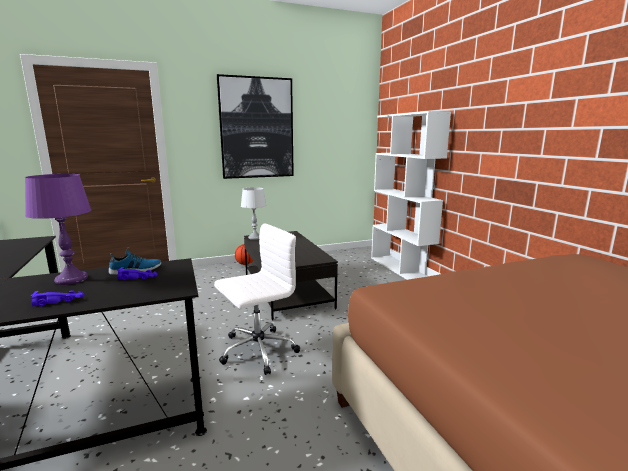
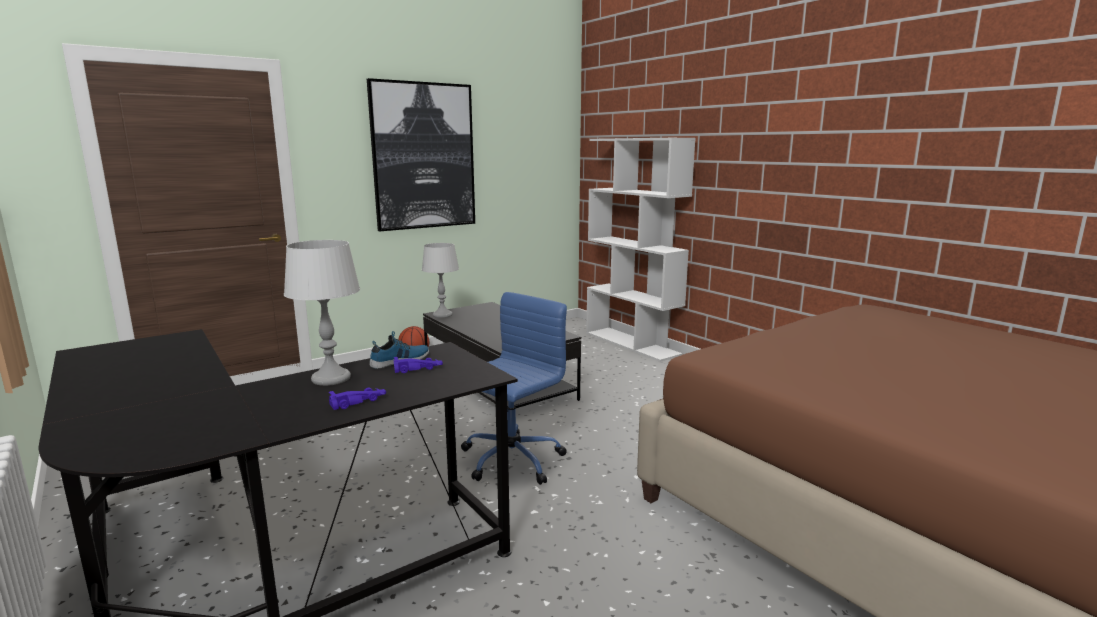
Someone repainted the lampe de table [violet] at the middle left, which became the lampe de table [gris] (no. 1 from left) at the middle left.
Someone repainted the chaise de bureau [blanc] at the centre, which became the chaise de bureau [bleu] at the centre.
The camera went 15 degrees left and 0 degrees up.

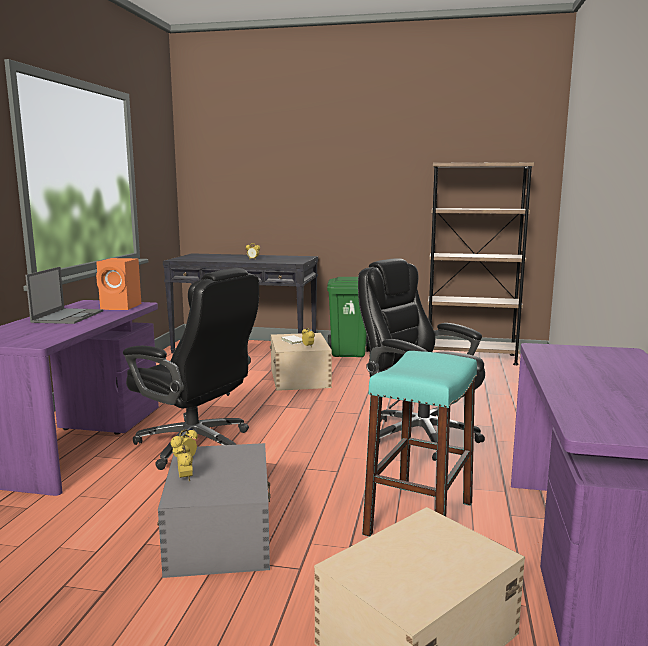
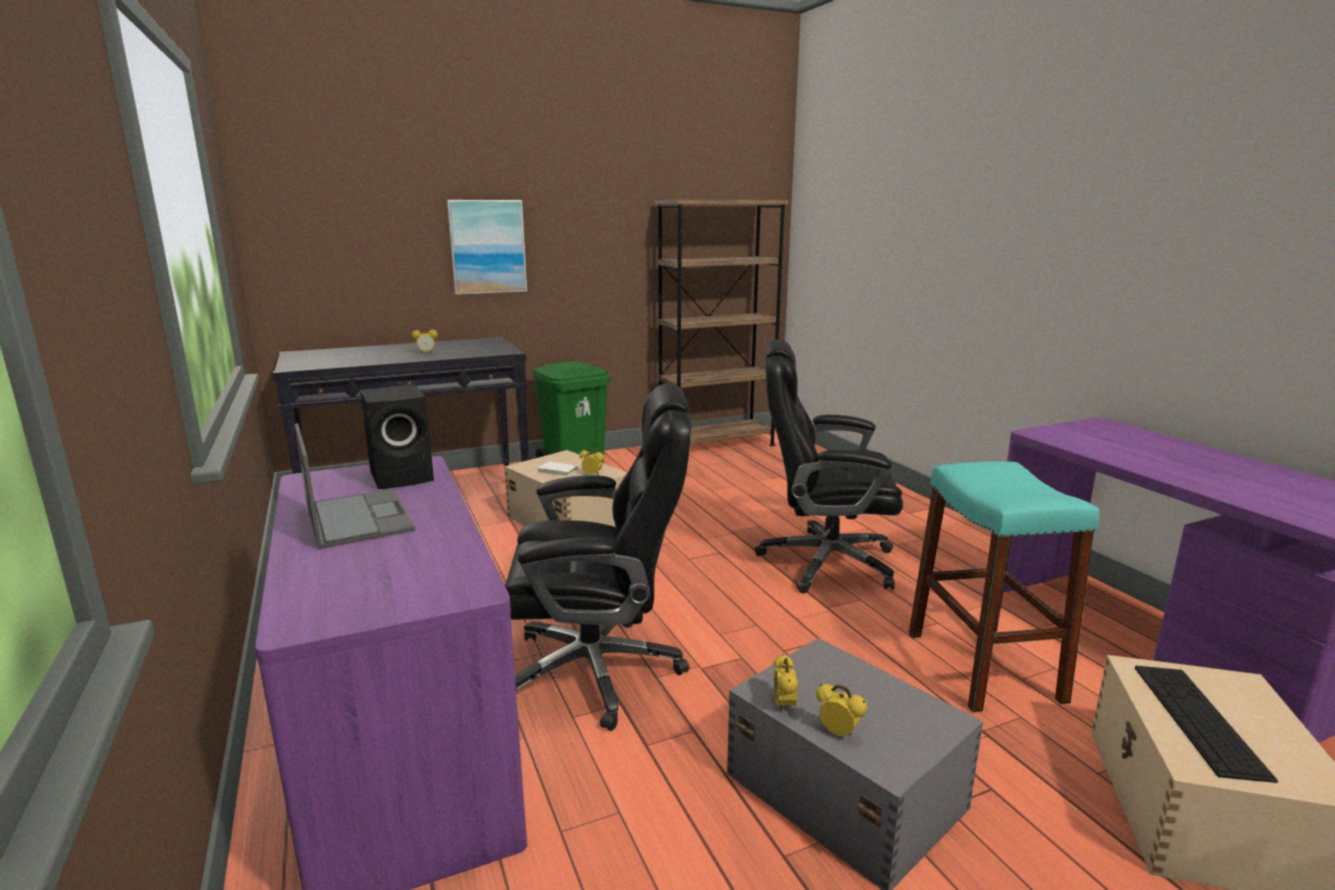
Someone put up the tableau at the top centre.
Someone put down the clavier at the bottom right.
Someone repainted the enceinte [orange] at the middle left, which became the enceinte [noir] at the middle left.
The camera went 35 degrees left and 5 degrees up.

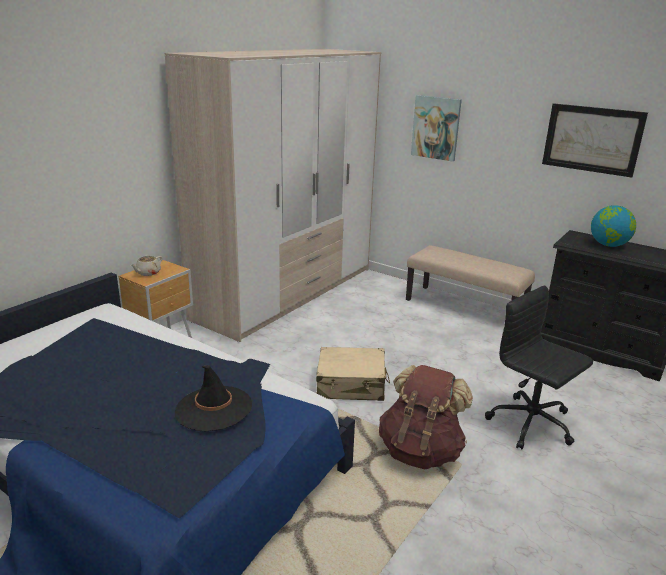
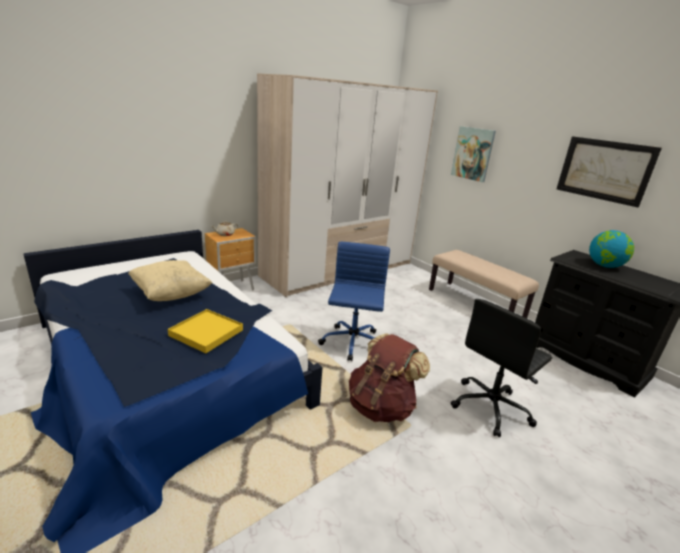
Someone put down the coussin [beige] at the middle left.
Someone swapped the chapeau [noir] at the bottom left for the plateau [jaune] at the middle left.
Someone swapped the valise [beige] at the centre for the chaise de bureau [bleu] at the centre.
Someone rotated the chaise de bureau [noir] at the middle right by 105 degrees counterclockwise.
The camera went 15 degrees right and 0 degrees up.

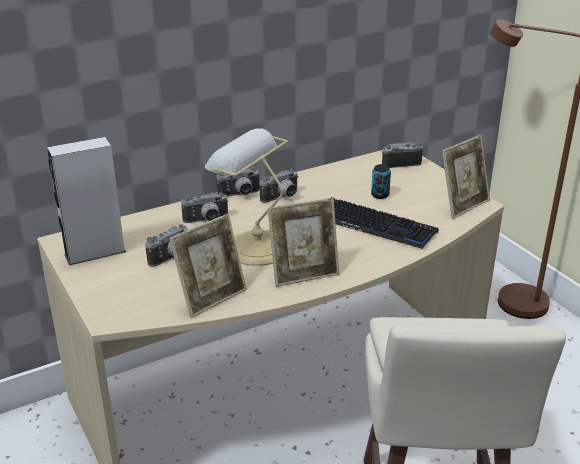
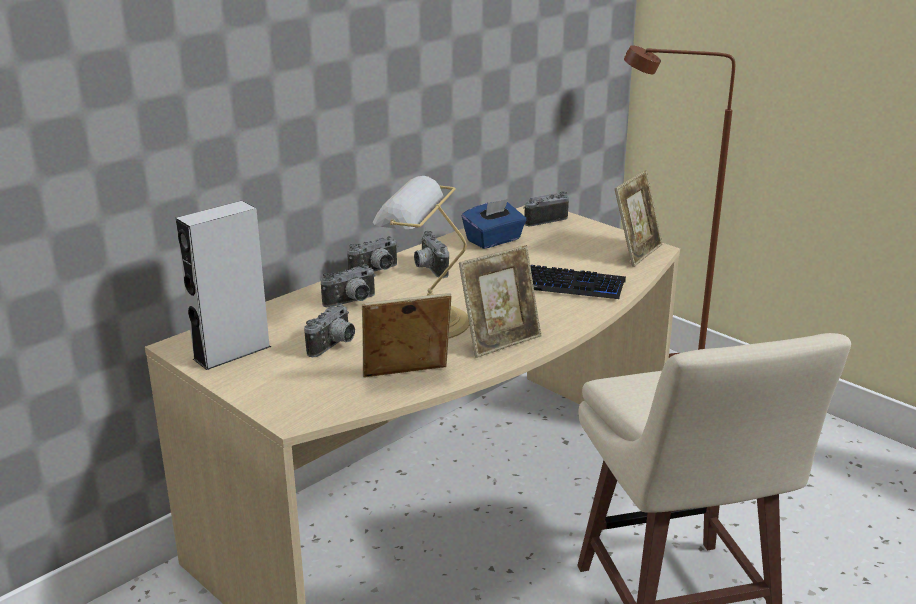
Someone took away the boîte métallique at the centre.
Someone put down the boîte à mouchoirs [bleu] at the centre.
Someone rotated the cadre photo (no. 1 from left) at the centre by 135 degrees counterclockwise.
Someone rotated the appareil photo (no. 4 from left) at the centre by 120 degrees clockwise.
The camera went 15 degrees left and 5 degrees down.

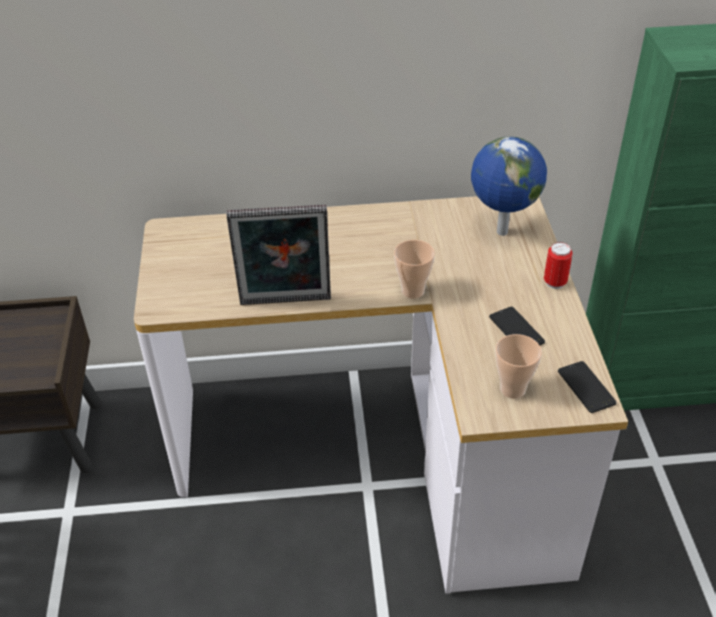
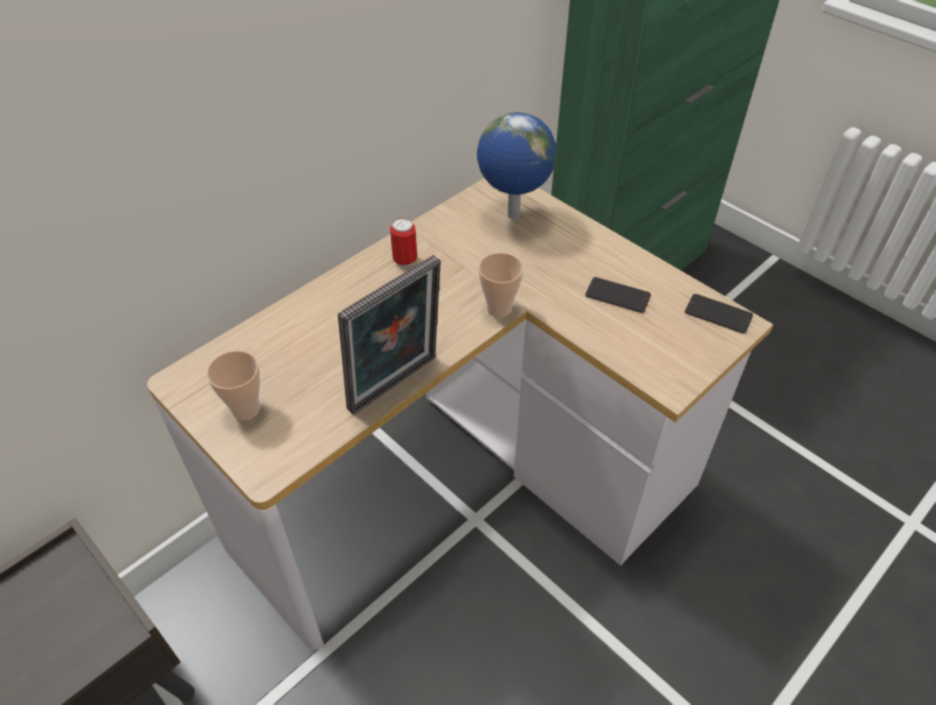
Someone carried the tasse (no. 2 from left in the first image) from the middle right to the middle left.
Someone carried the boîte métallique from the middle right to the centre.
The camera went 40 degrees left and 5 degrees up.

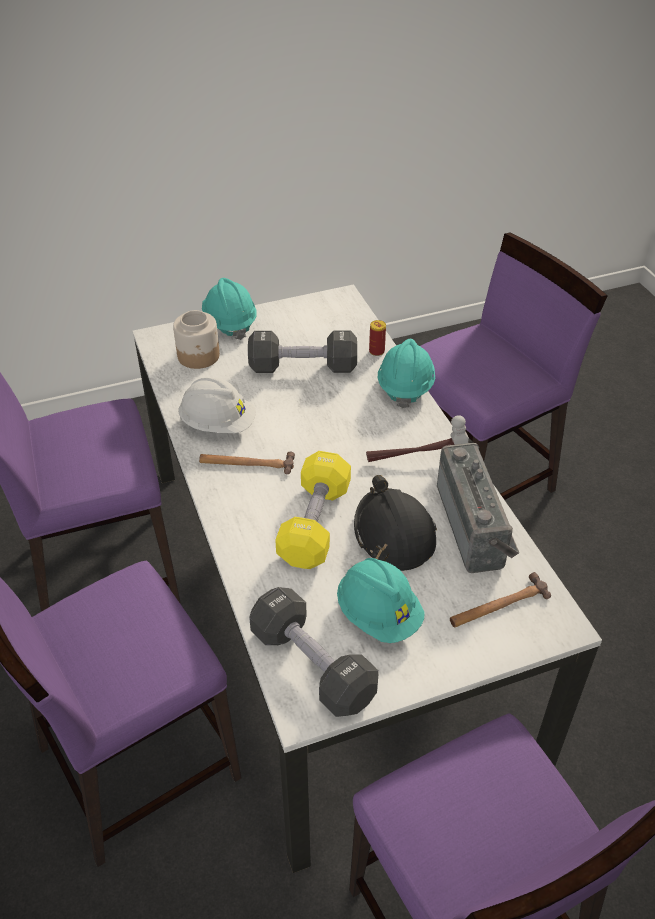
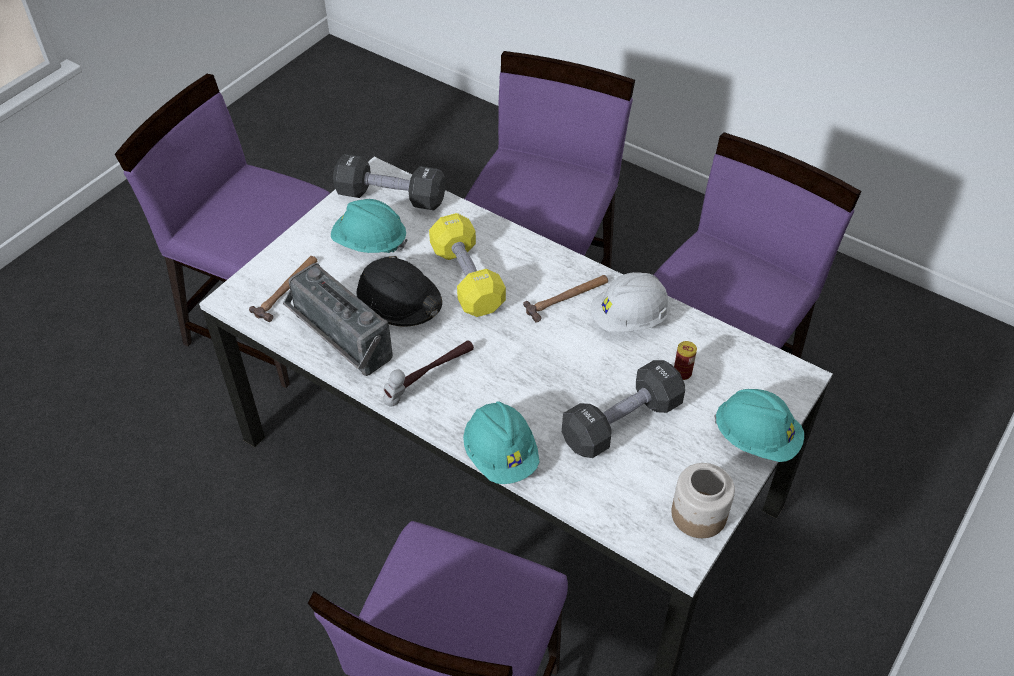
Someone carried the bocal from the middle left to the bottom right.
Someone carried the boîte métallique from the centre to the middle right.
The camera went 145 degrees right and 5 degrees up.

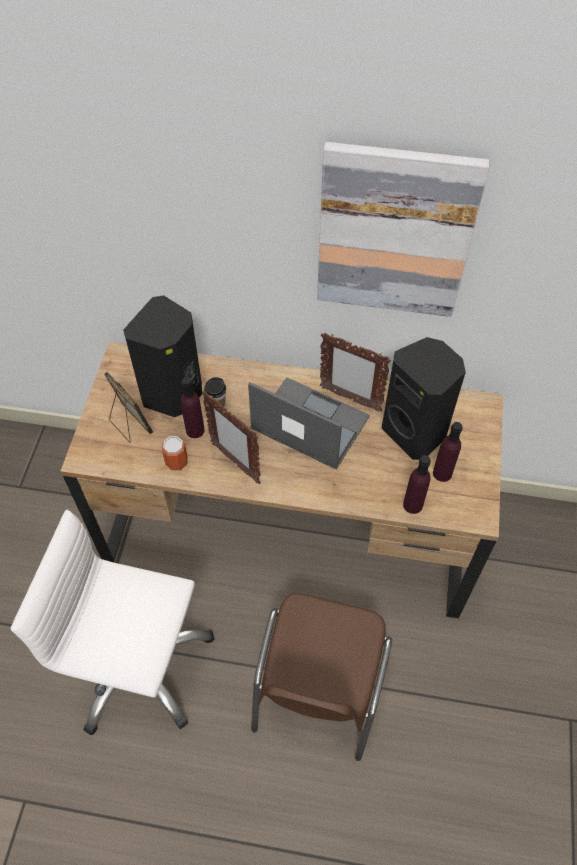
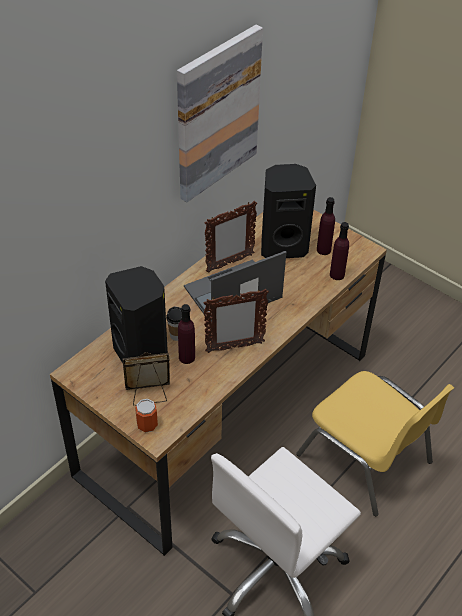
Someone carried the boîte métallique from the middle left to the bottom left.
Someone repainted the chaise [marron] at the bottom centre, which became the chaise [jaune] at the bottom right.
The camera went 60 degrees left and 10 degrees down.

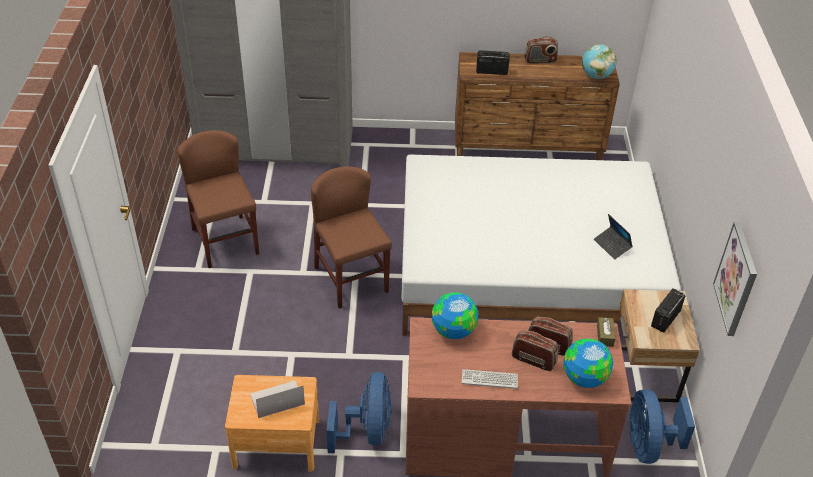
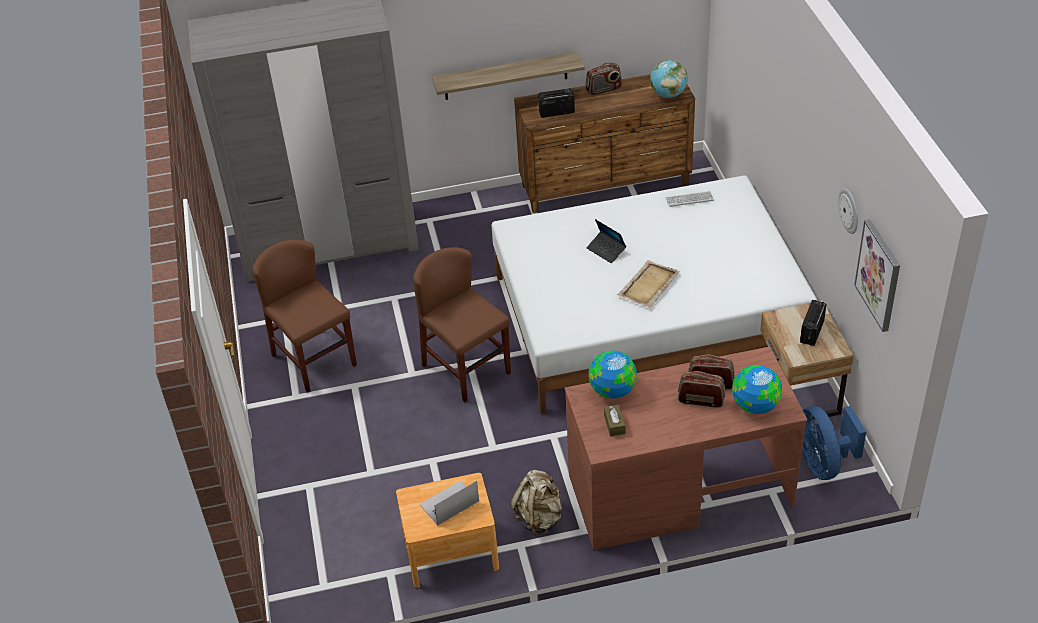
Someone put up the étagère at the top centre.
Someone put down the plateau [beige] at the centre.
Someone put up the horloge murale at the middle right.
Someone carried the clavier from the bottom centre to the top centre.
Someone carried the ordinateur portable (no. 2 from left) from the middle right to the centre.
Someone carried the boîte à mouchoirs [marron] from the bottom right to the bottom centre.
Someone swapped the ventilateur [bleu] (no. 1 from left) at the bottom centre for the sac à dos [beige] at the bottom centre.
The camera went 10 degrees left and 0 degrees up.

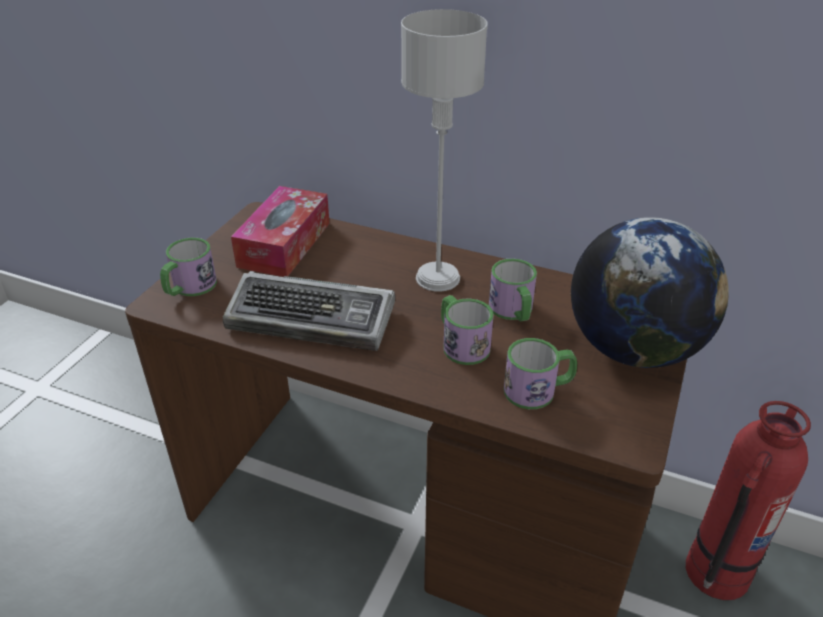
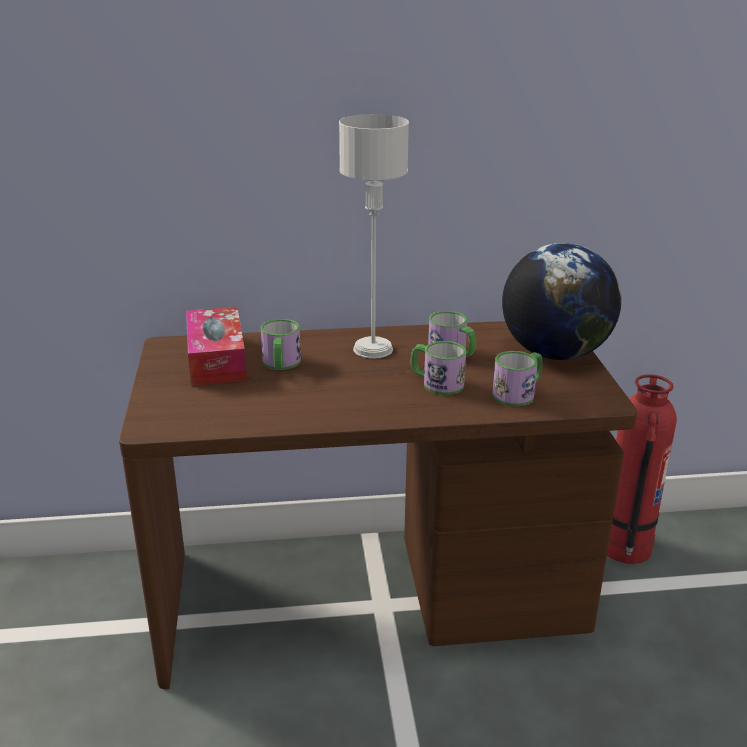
Someone took away the clavier at the centre.
Someone carried the mug (no. 1 from left) from the middle left to the centre.
The camera went 30 degrees left and 10 degrees down.

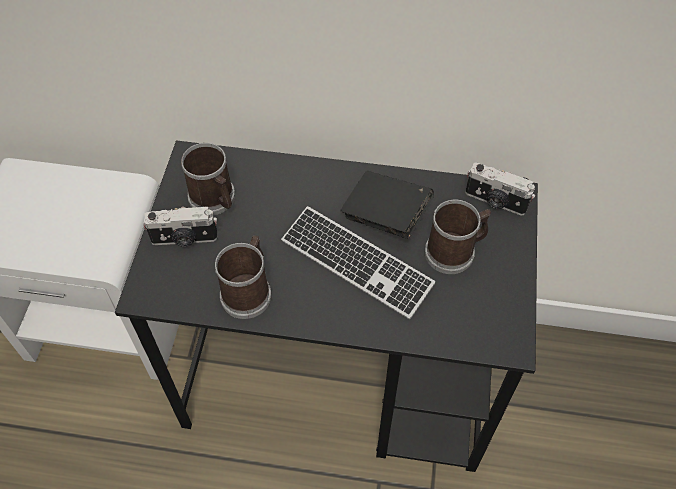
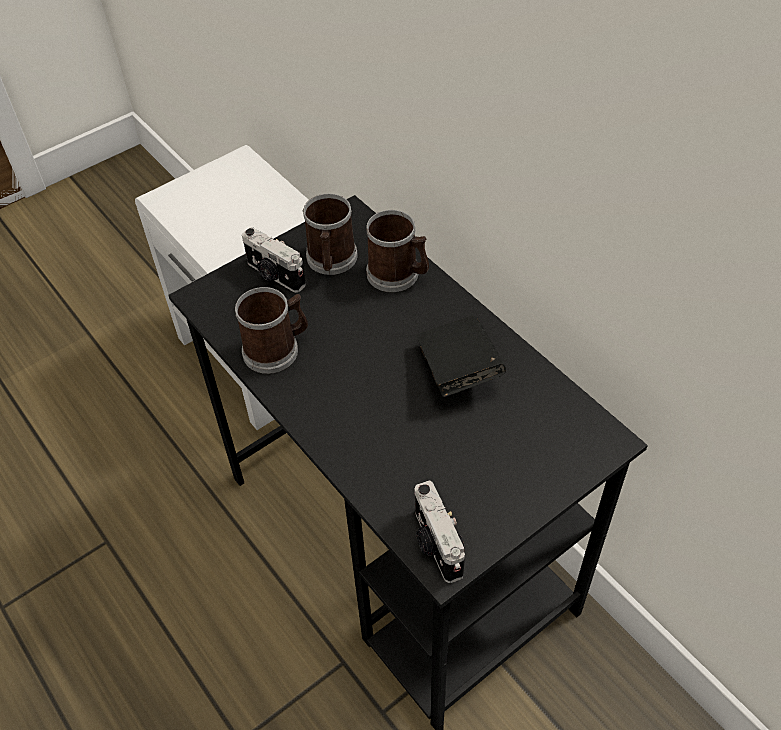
Someone took away the clavier at the centre.
Someone carried the mug (no. 3 from left) from the middle right to the centre.
Someone carried the appareil photo (no. 2 from left) from the middle right to the bottom centre.
The camera went 45 degrees right and 5 degrees down.

